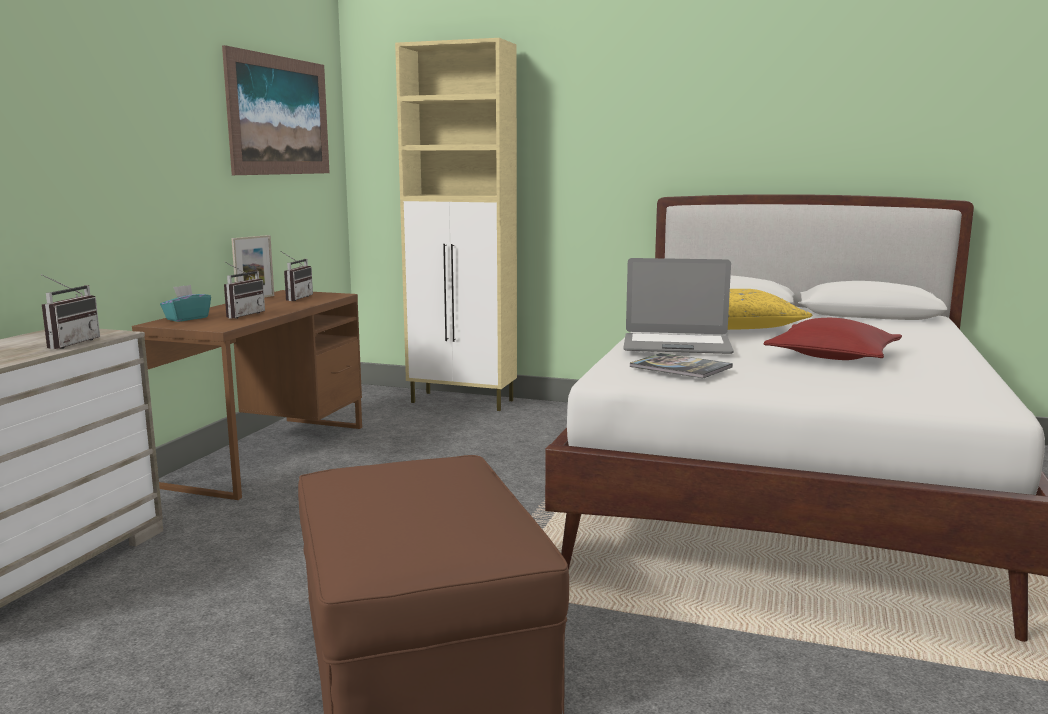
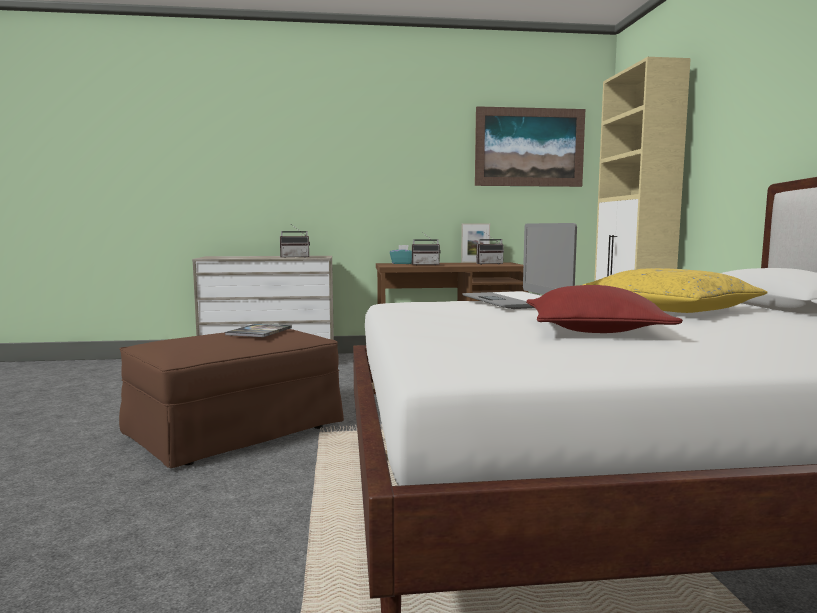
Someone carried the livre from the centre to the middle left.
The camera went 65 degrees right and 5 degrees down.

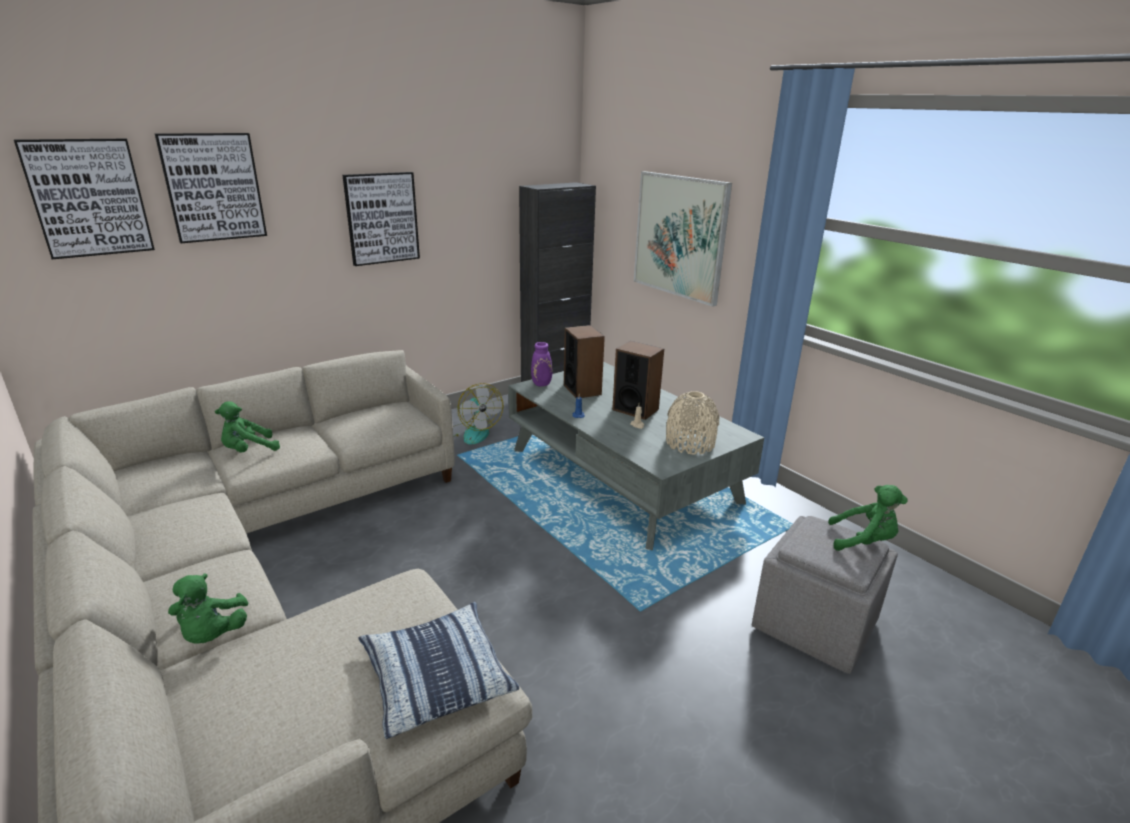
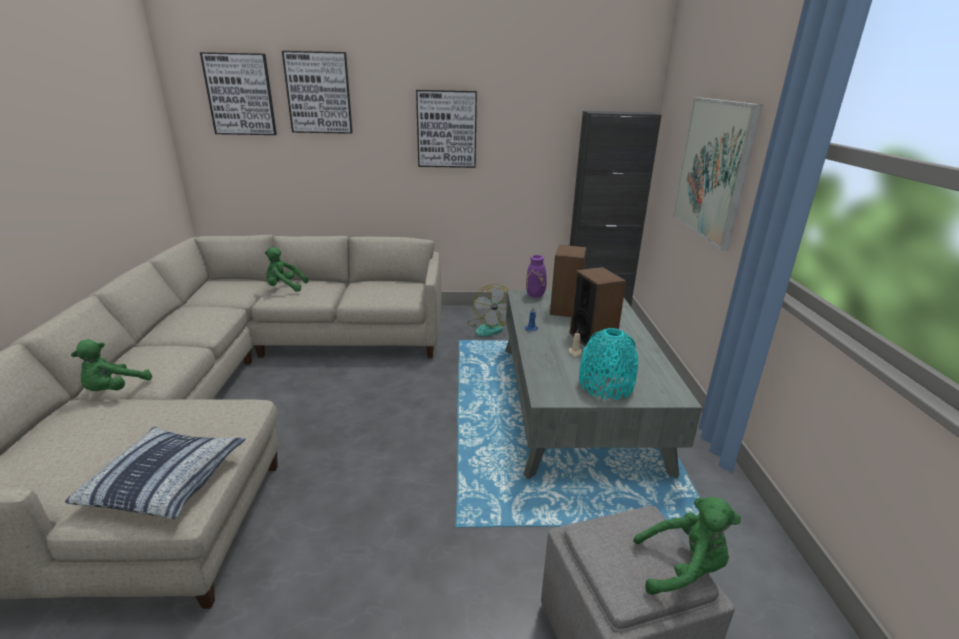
Someone repainted the vase [beige] at the centre, which became the vase [turquoise] at the centre.
Someone rotated the peluche [vert] (no. 3 from left) at the middle right by 45 degrees counterclockwise.
The camera went 35 degrees right and 0 degrees up.

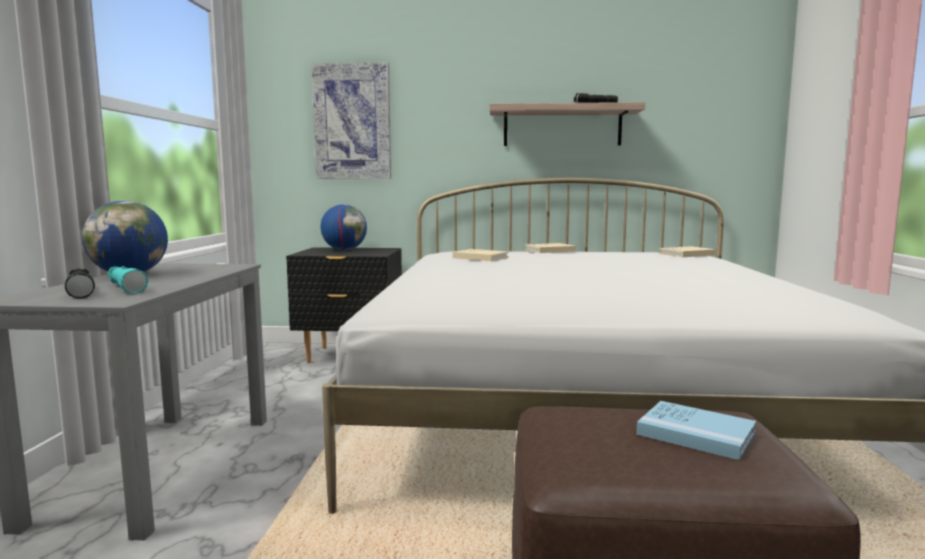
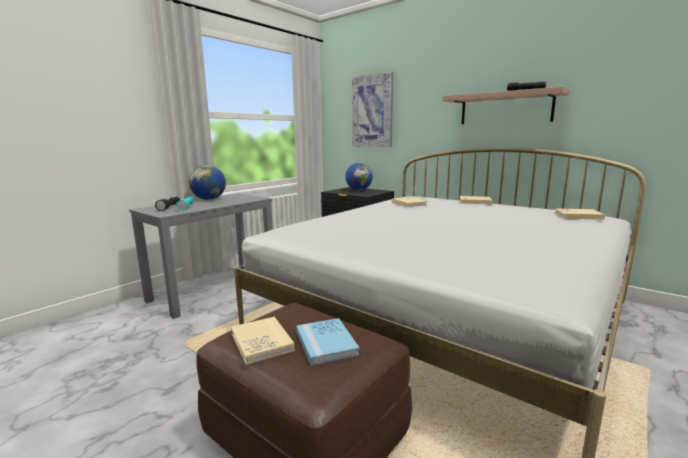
Someone put down the livre [beige] (no. 1 from left) at the bottom centre.
The camera went 35 degrees right and 5 degrees up.

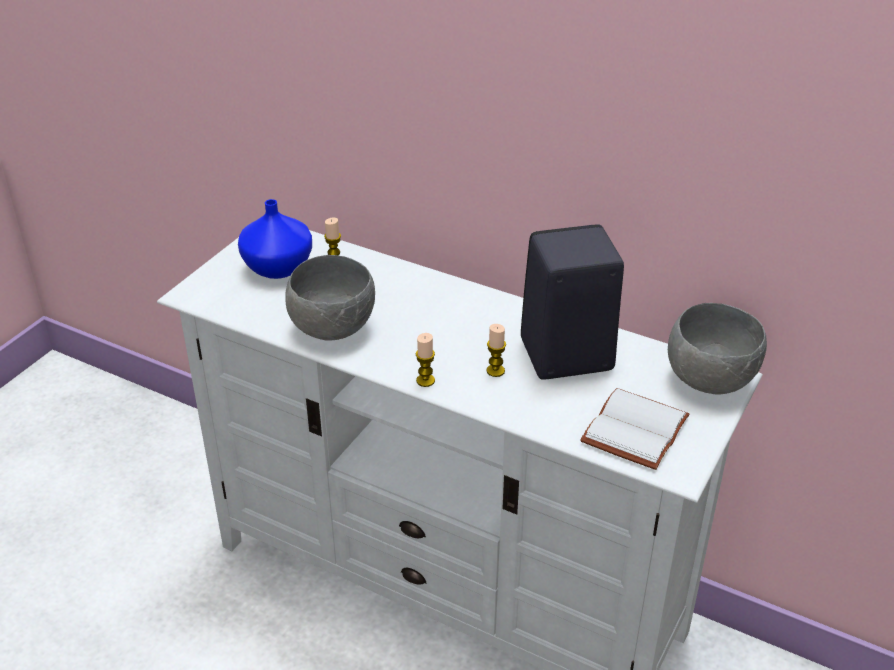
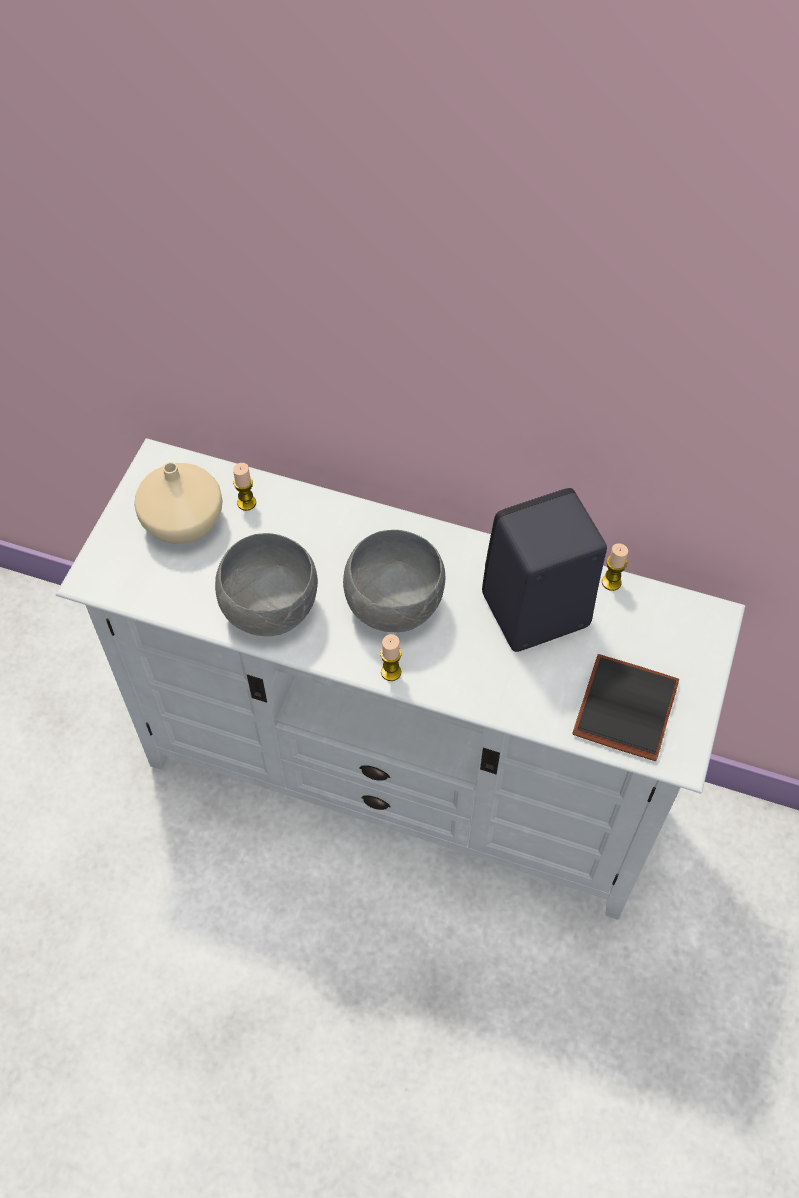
Someone carried the bougie (no. 3 from left) from the centre to the middle right.
Someone carried the bol [gris] (no. 2 from left) from the middle right to the centre.
Someone repainted the vase [bleu] at the middle left, which became the vase [beige] at the middle left.
Someone repainted the livre [blanc] at the middle right, which became the livre [noir] at the middle right.
The camera went 10 degrees left and 20 degrees up.

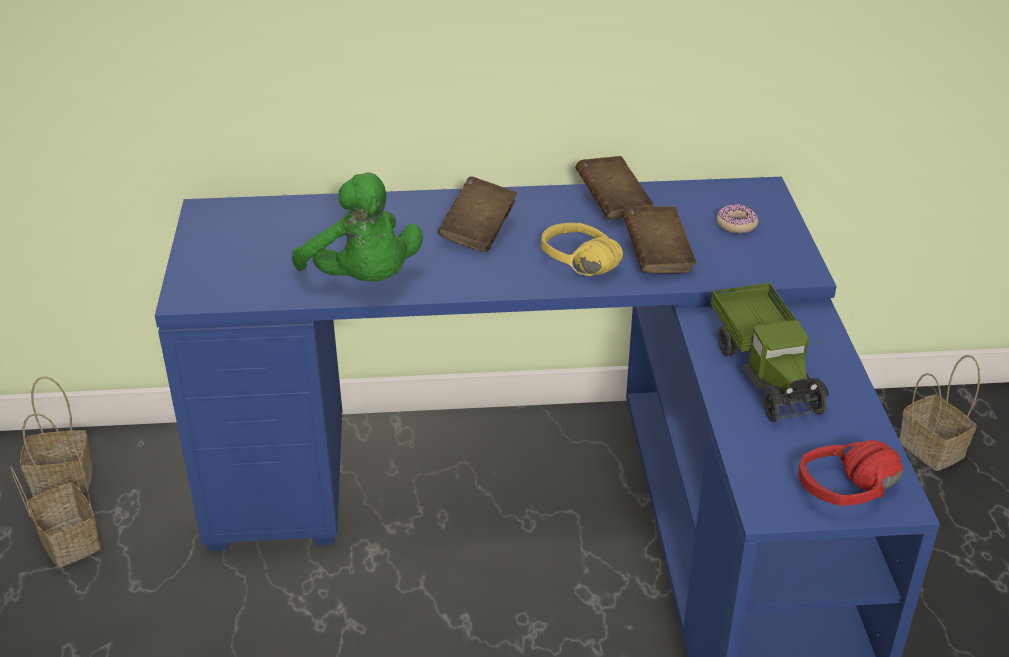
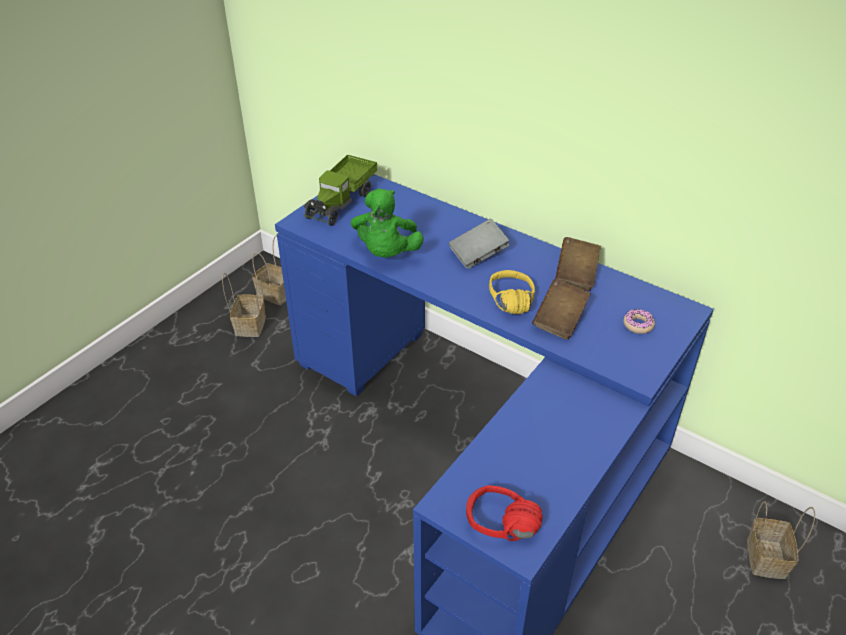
Someone carried the camion jouet from the middle right to the top centre.
Someone repainted the livre [marron] (no. 1 from left) at the top centre, which became the livre [gris] at the centre.
The camera went 40 degrees right and 5 degrees up.

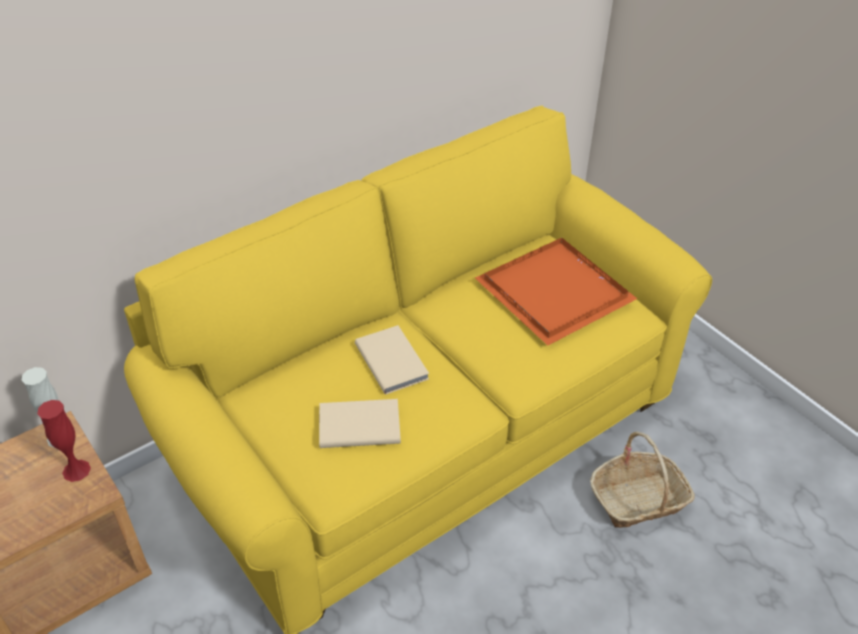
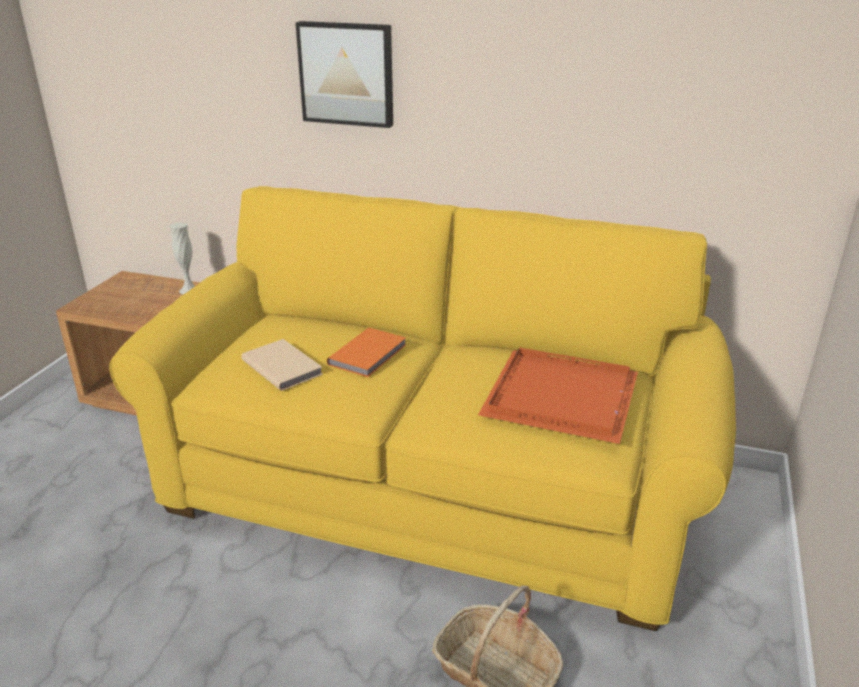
Someone took away the vase [rouge] at the bottom left.
Someone put up the tableau at the top centre.
Someone repainted the livre [beige] (no. 2 from left) at the centre, which became the livre [orange] at the centre.
The camera went 55 degrees right and 15 degrees down.

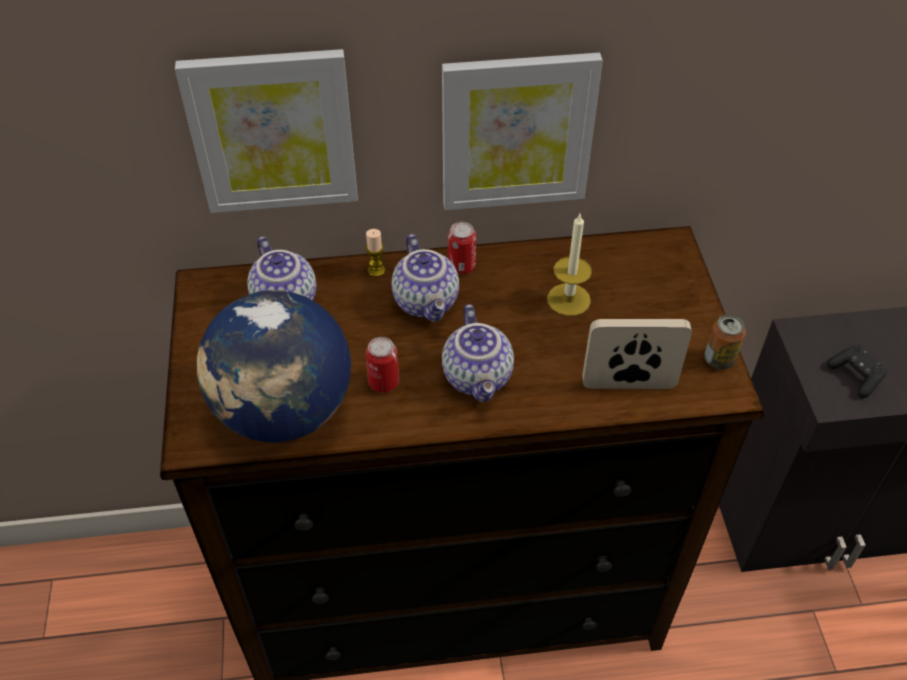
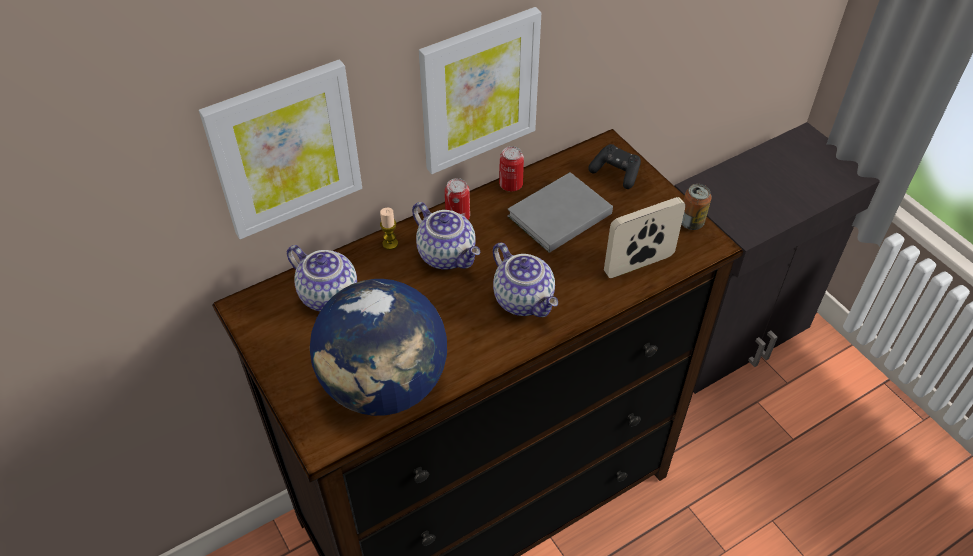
Someone carried the boîte métallique (no. 1 from left in the first image) from the centre to the top centre.
Someone carried the manette [noir] from the middle right to the top centre.
Someone swapped the bougie (no. 2 from left) at the centre for the livre [gris] at the centre.
The camera went 25 degrees left and 0 degrees up.

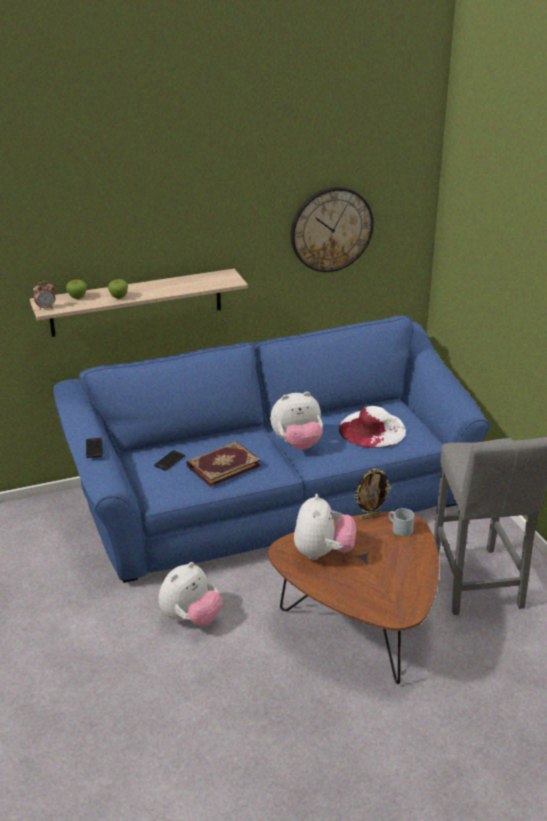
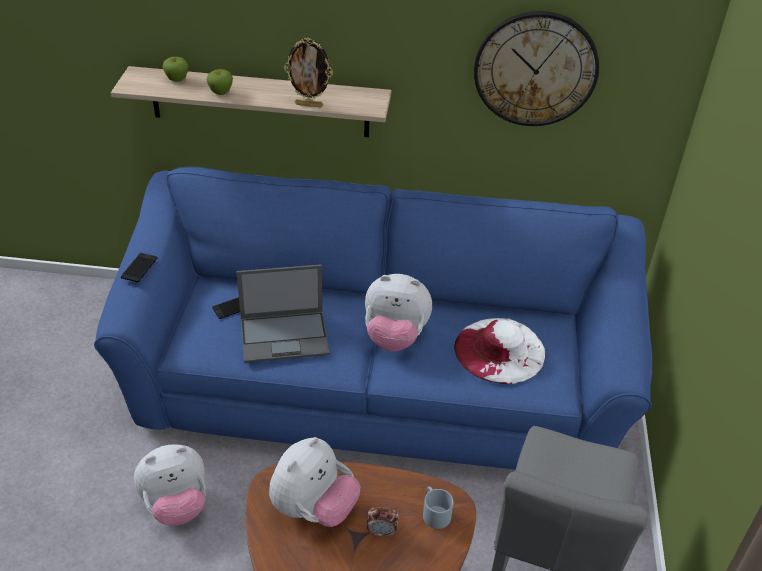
Someone carried the réveil from the middle left to the bottom centre.
Someone carried the cadre photo from the middle right to the top centre.
Someone swapped the livre at the centre for the ordinateur portable at the centre.
The camera went 25 degrees right and 10 degrees up.

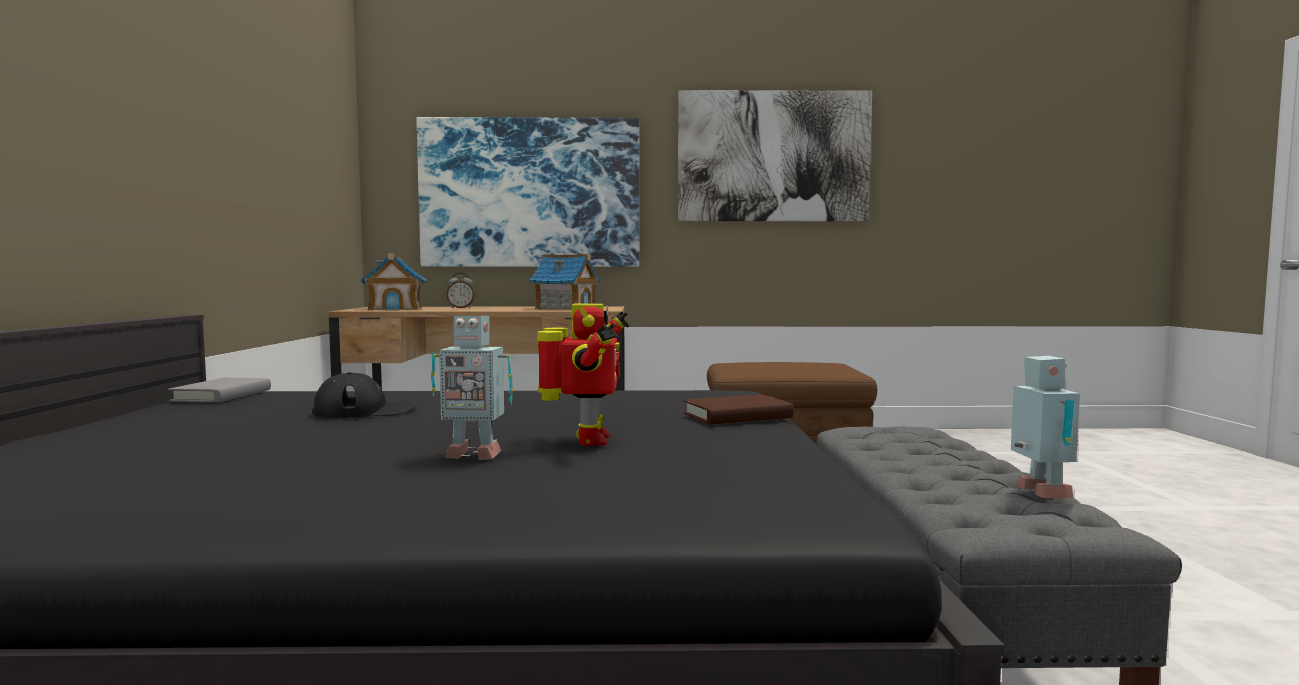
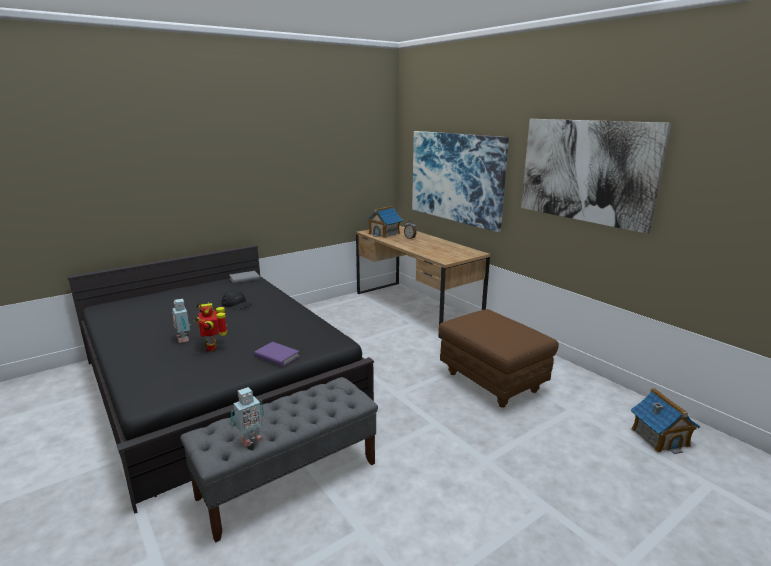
Someone carried the maison miniature (no. 2 from left) from the centre to the bottom right.
Someone repainted the livre [marron] at the centre, which became the livre [violet] at the centre.
Someone rotated the robot jouet (no. 2 from left) at the centre by 105 degrees clockwise.
The camera went 55 degrees right and 15 degrees up.

